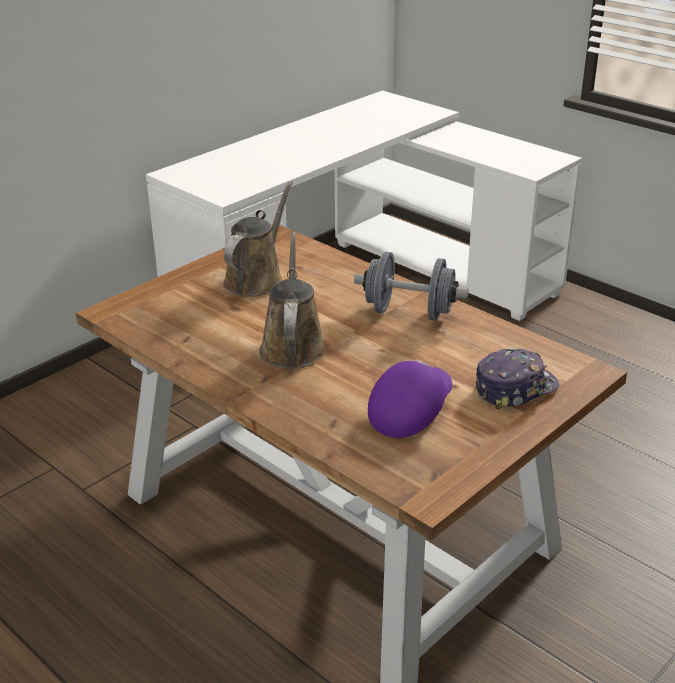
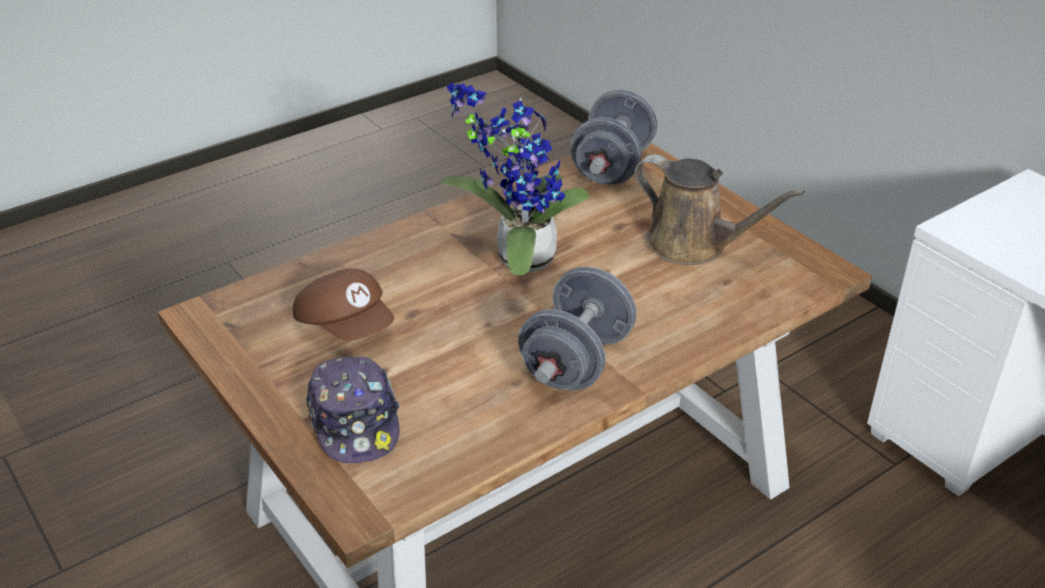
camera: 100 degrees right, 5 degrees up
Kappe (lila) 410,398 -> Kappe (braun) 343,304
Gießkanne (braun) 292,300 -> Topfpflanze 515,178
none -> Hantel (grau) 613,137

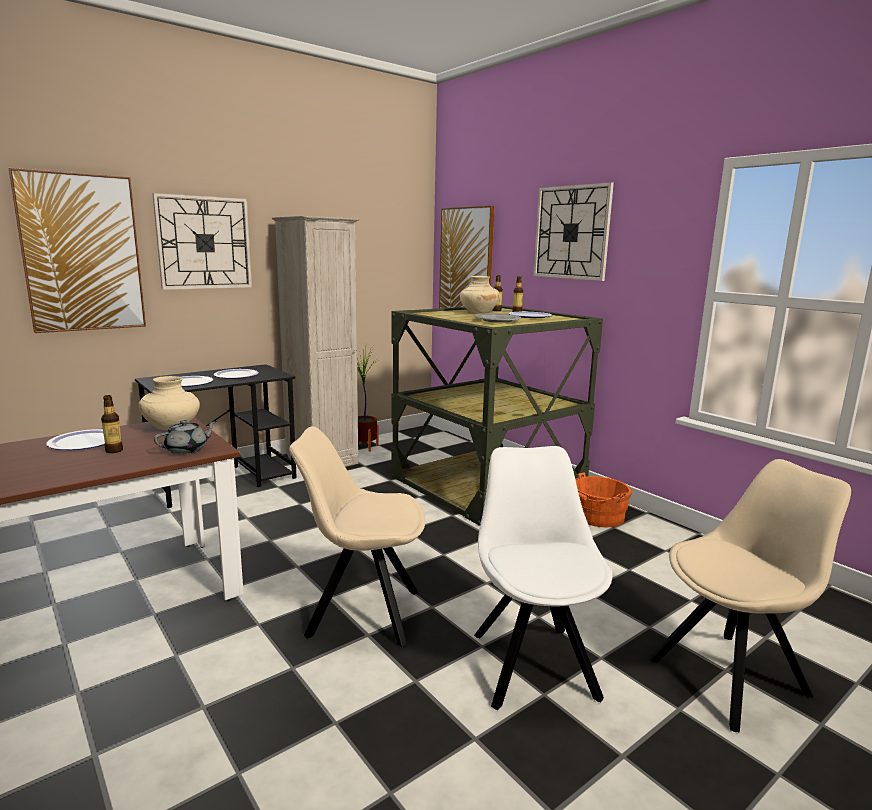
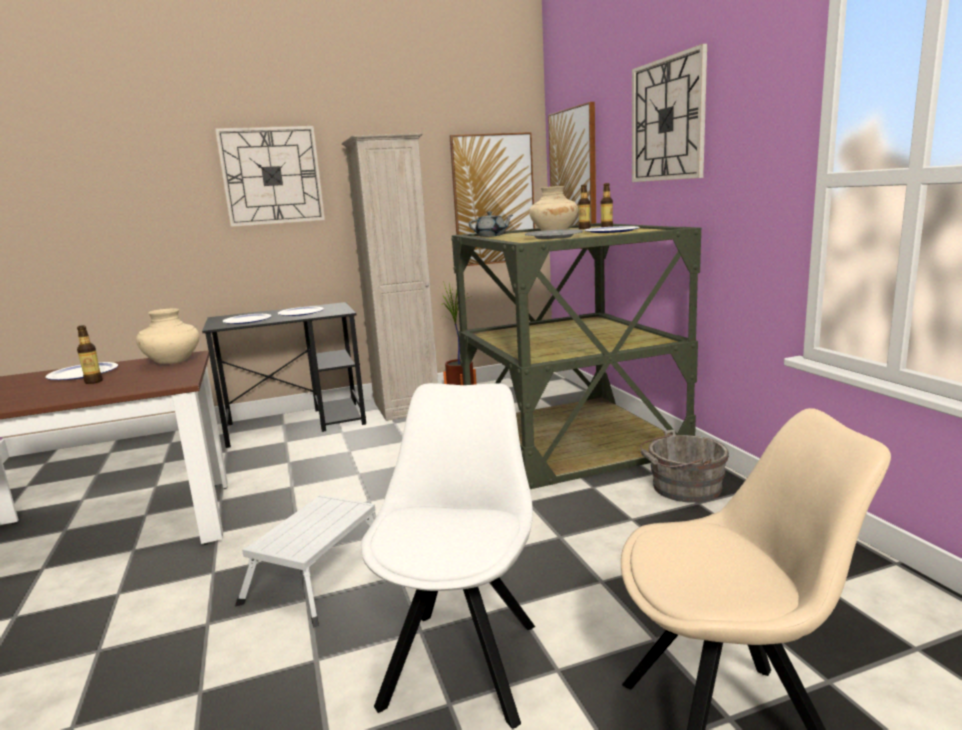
camera: 20 degrees right, 0 degrees up
Stuhl (beige) 357,536 -> Trittleiter (weiß) 305,561
Bild 77,250 -> Bild 492,199, relocated
Teekanne (grau) 185,437 -> Teekanne (grau) 491,224, relocated
Eimer (orange) 603,499 -> Eimer (grau) 684,466

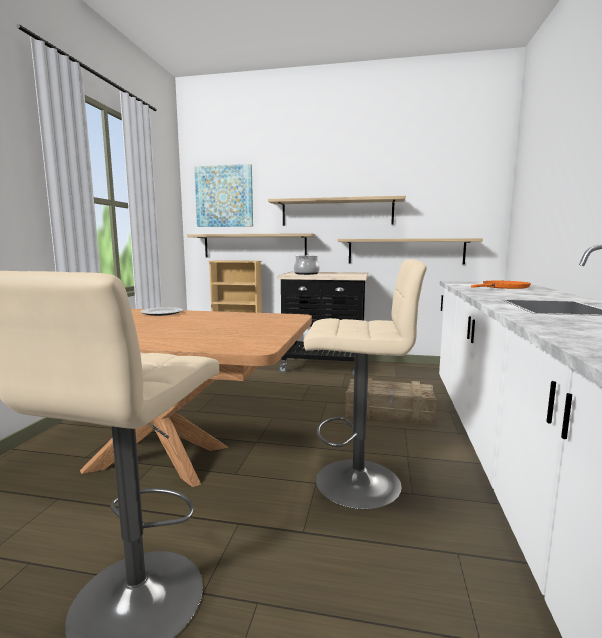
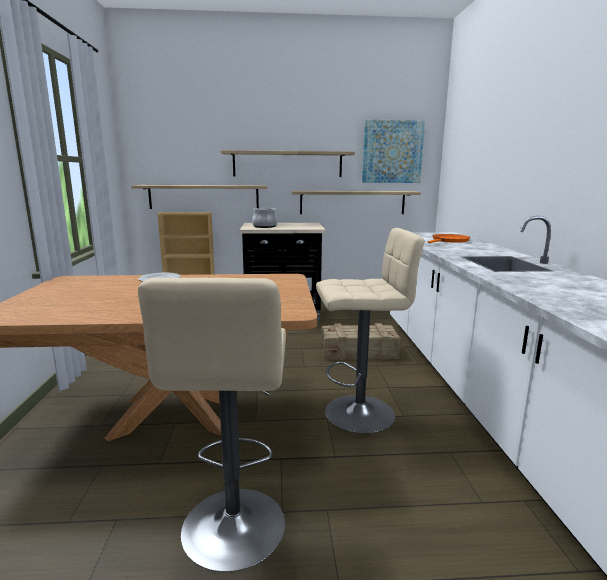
camera: 15 degrees left, 5 degrees up
Bild 223,195 -> Bild 393,151, relocated

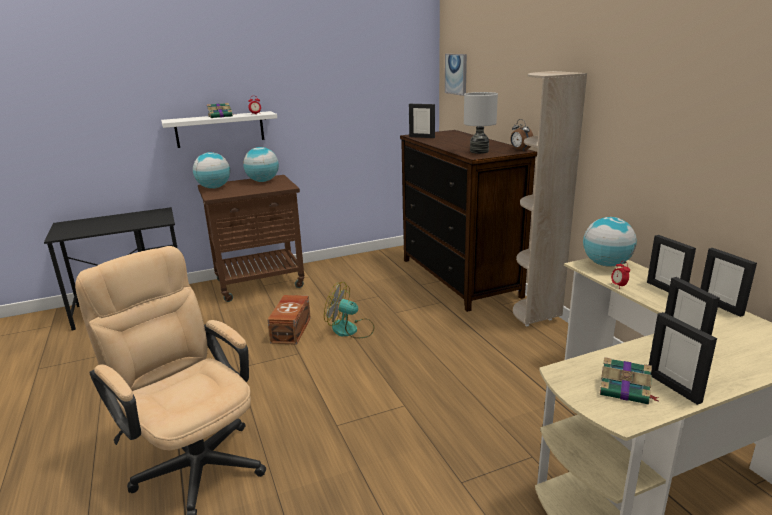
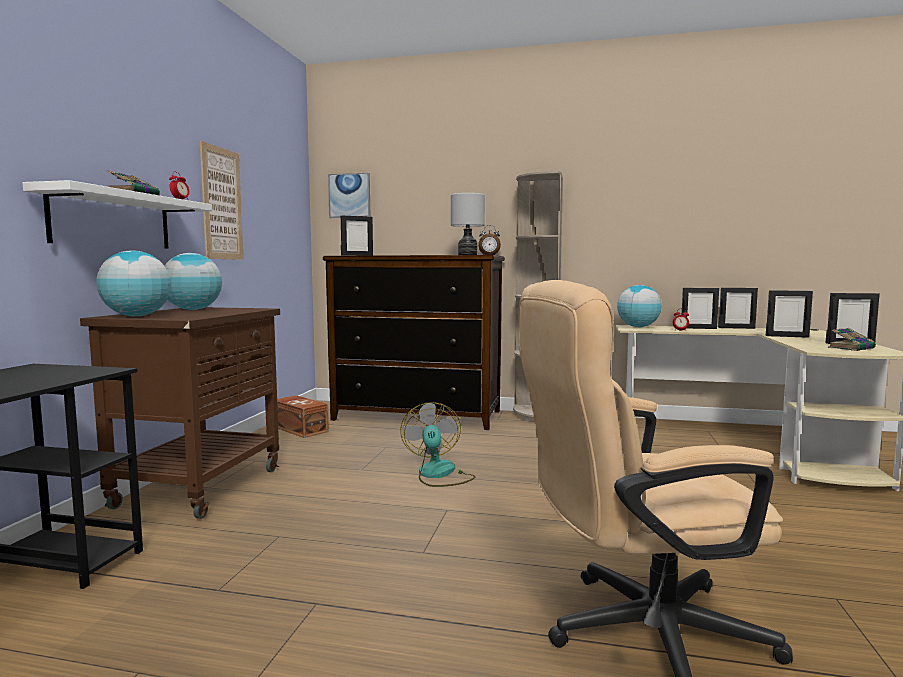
camera: 55 degrees left, 15 degrees down
none -> Bild 222,200
Aufbewahrungsbox (braun) 289,320 -> Aufbewahrungsbox (braun) 303,416, relocated
Ventilator 349,310 -> Ventilator 437,444, 120 degrees clockwise

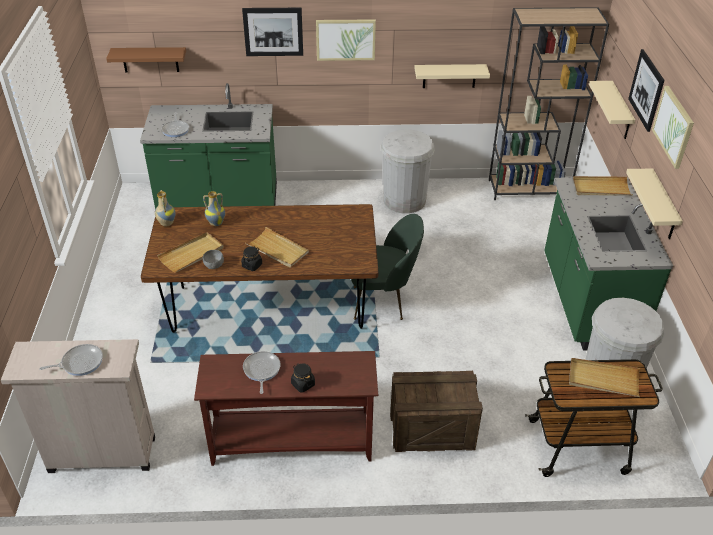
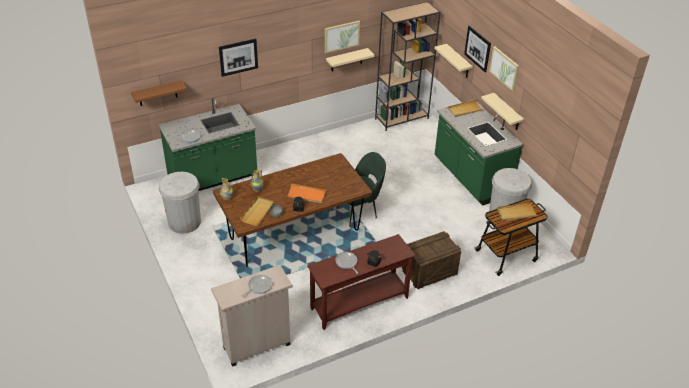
camera: 25 degrees left, 0 degrees up
Mülleimer (weiß) 408,171 -> Mülleimer (weiß) 180,203, relocated
Tablett (beige) 277,247 -> Tablett (orange) 306,193
Bild 346,40 -> Bild 342,37, relocated

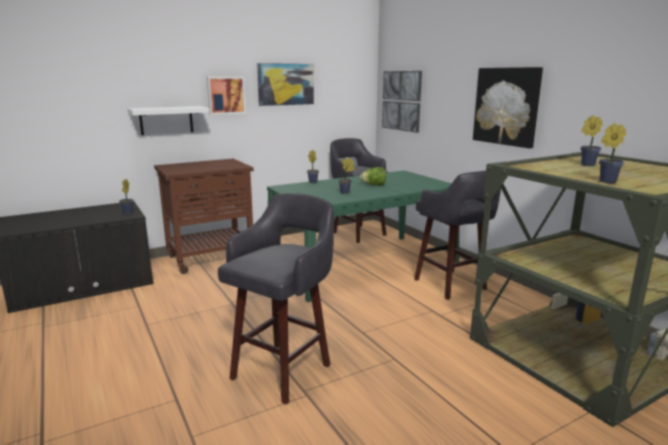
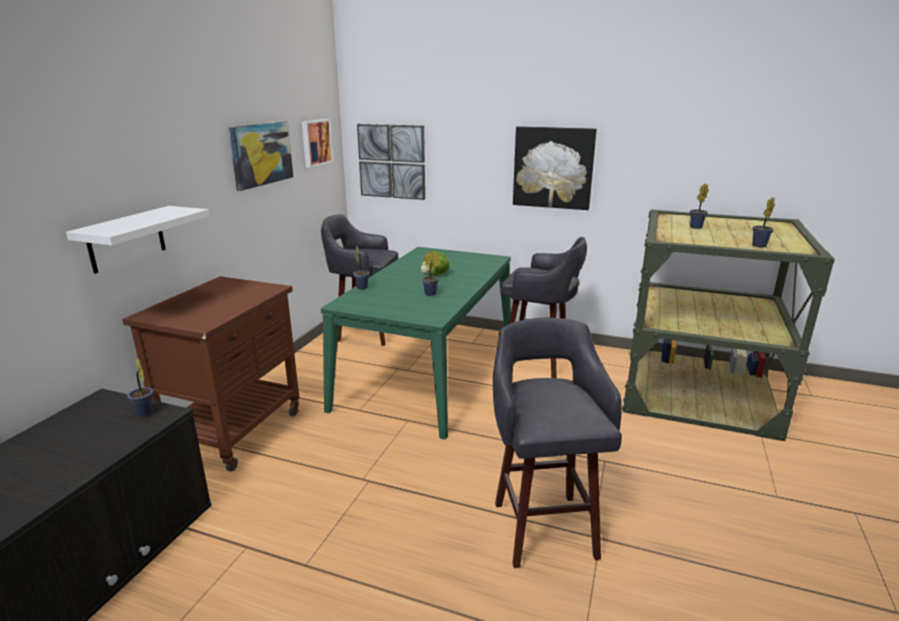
camera: 40 degrees left, 5 degrees up
Bild 226,96 -> Bild 317,143, relocated

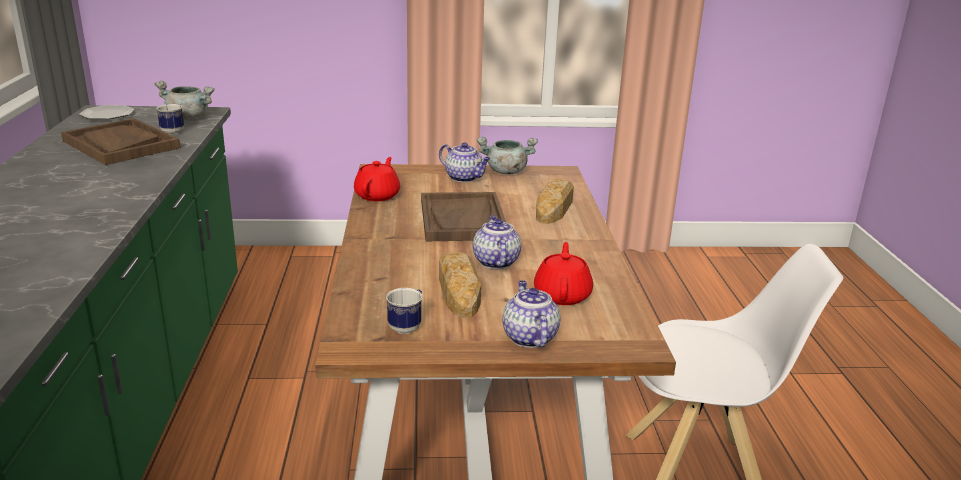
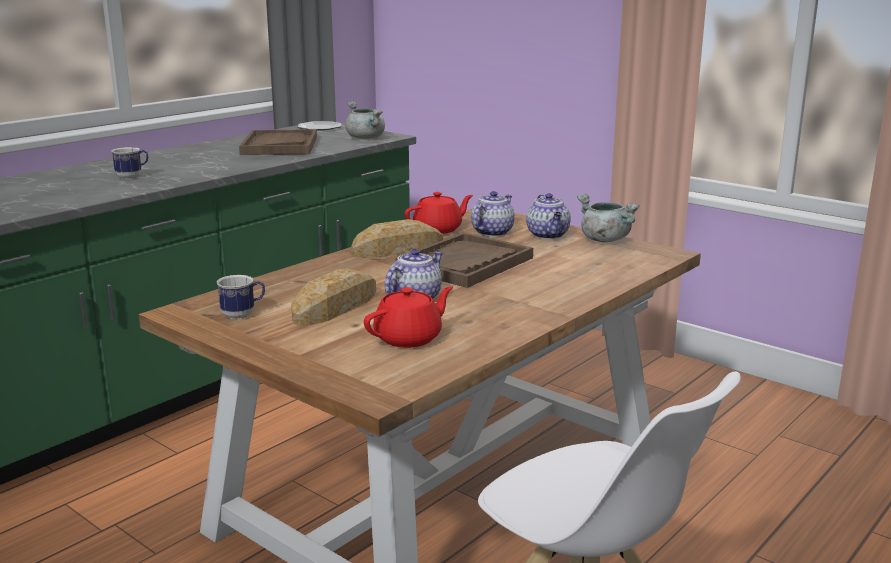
camera: 45 degrees right, 5 degrees down
Henkelbecher 170,119 -> Henkelbecher 130,163, relocated
Brot 555,201 -> Brot 397,238, relocated
Teekanne 531,314 -> Teekanne 493,214, relocated

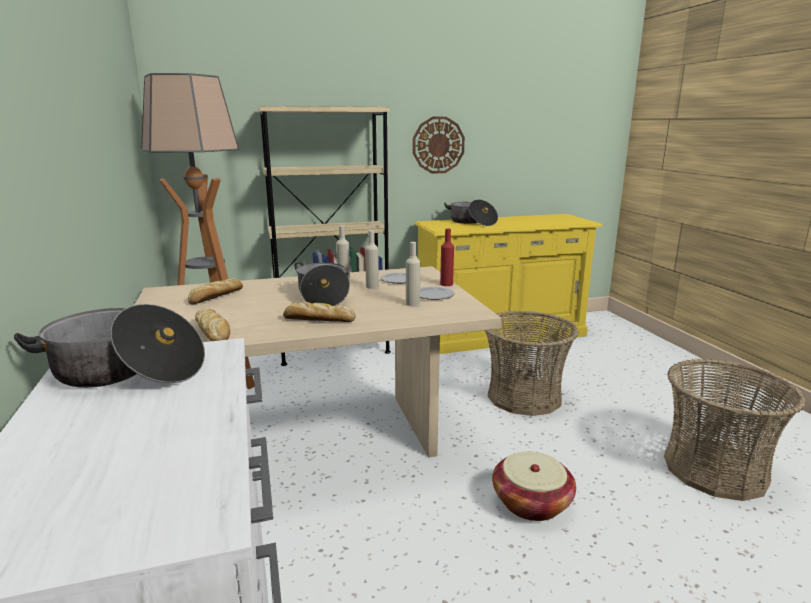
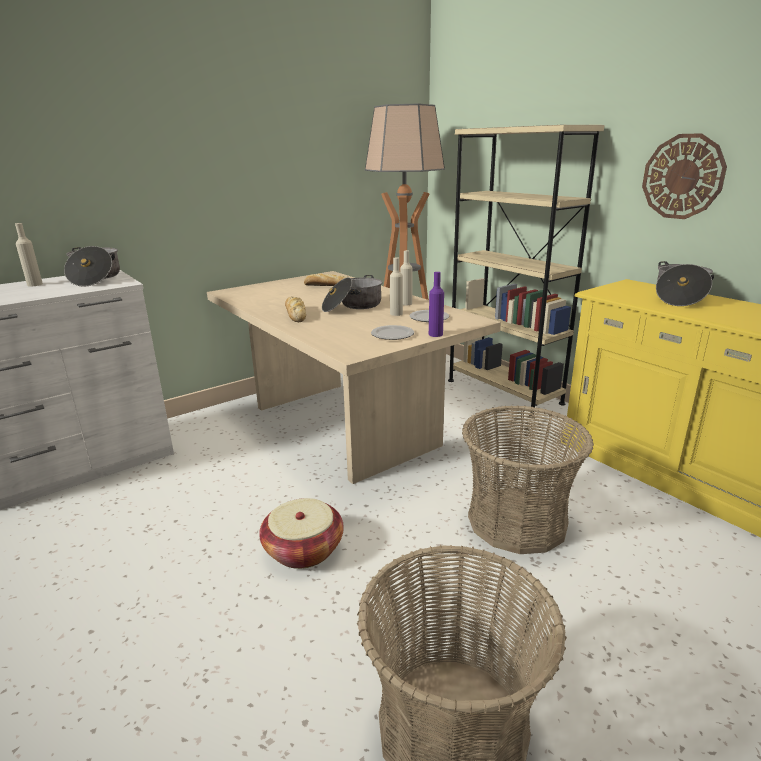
camera: 70 degrees right, 5 degrees up
Flasche (beige) 413,274 -> Flasche (beige) 29,254, relocated
Flasche (rot) 447,257 -> Flasche (lila) 436,304
Brot 212,324 -> none

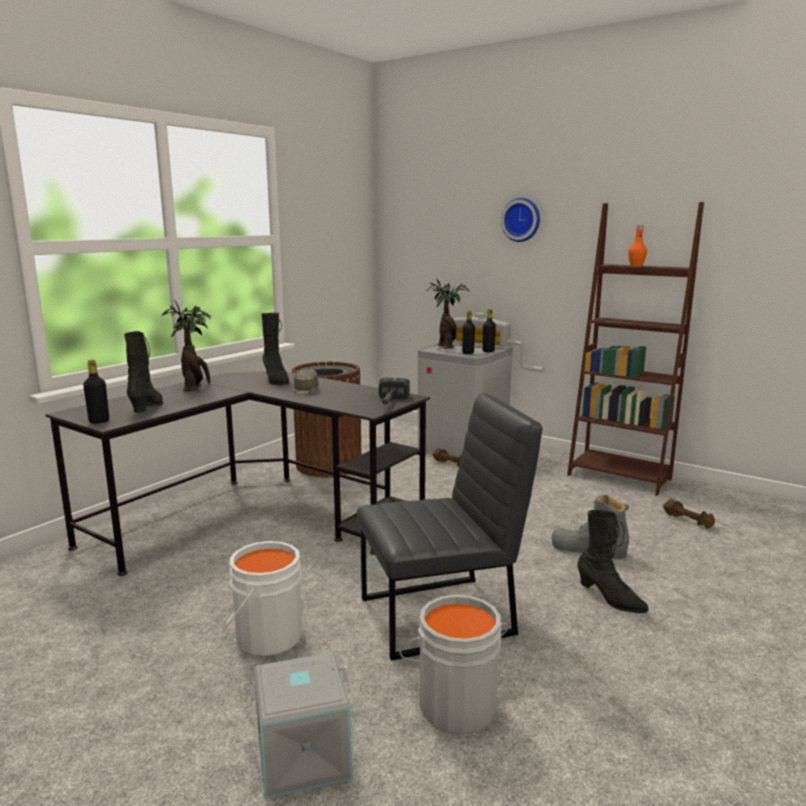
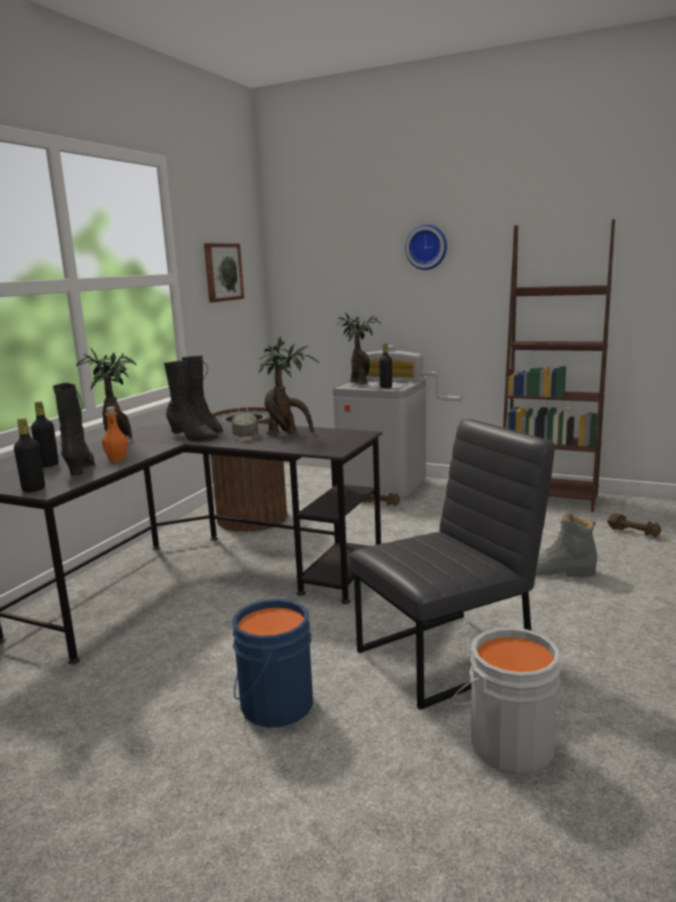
camera: 10 degrees left, 0 degrees up
Flasche (schwarz) 489,330 -> Flasche (schwarz) 45,434, relocated
Flasche (orange) 637,245 -> Flasche (orange) 115,434, relocated
Stiefel (schwarz) 613,561 -> Stiefel (schwarz) 191,401, relocated
none -> Bild 224,272
Eimer (weiß) 264,598 -> Eimer (blau) 272,663
none -> Topfpflanze 289,386
Aufbewahrungsbox (grau) 301,725 -> none
Hammer 394,391 -> none

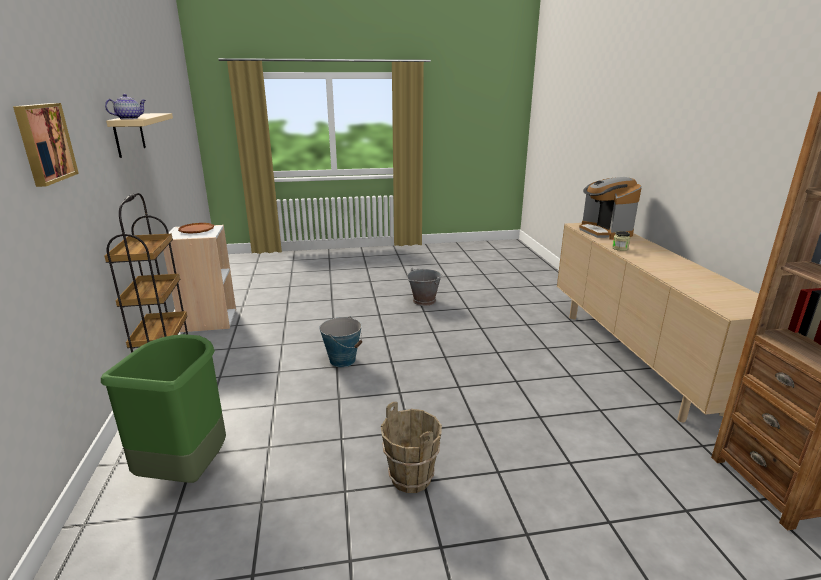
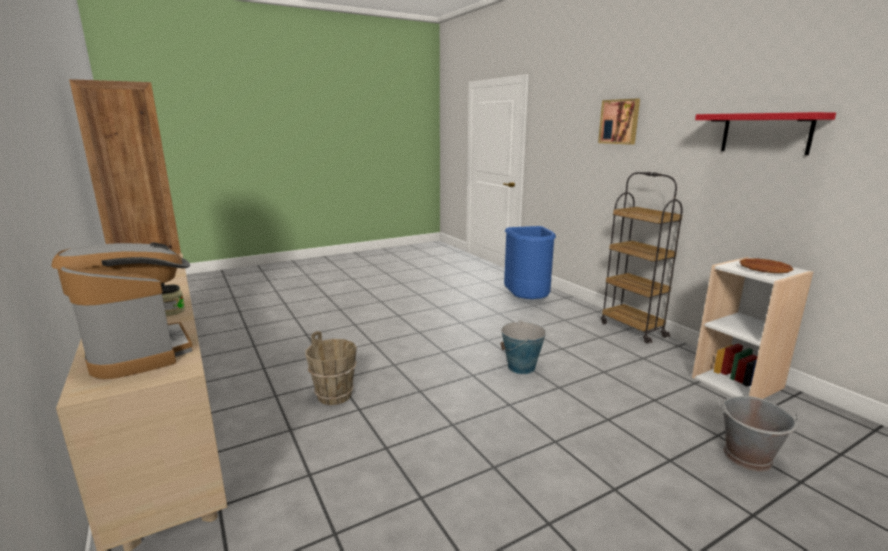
camera: 160 degrees right, 5 degrees down
Eimer (braun) 411,447 -> Eimer (braun) 331,368, relocated
Mülleimer (grün) 163,408 -> Mülleimer (blau) 530,262
Wandregal (beige) 139,135 -> Wandregal (rot) 765,133
Eimer (grau) 425,287 -> Eimer (grau) 760,434, relocated
Teekanne 125,106 -> none

